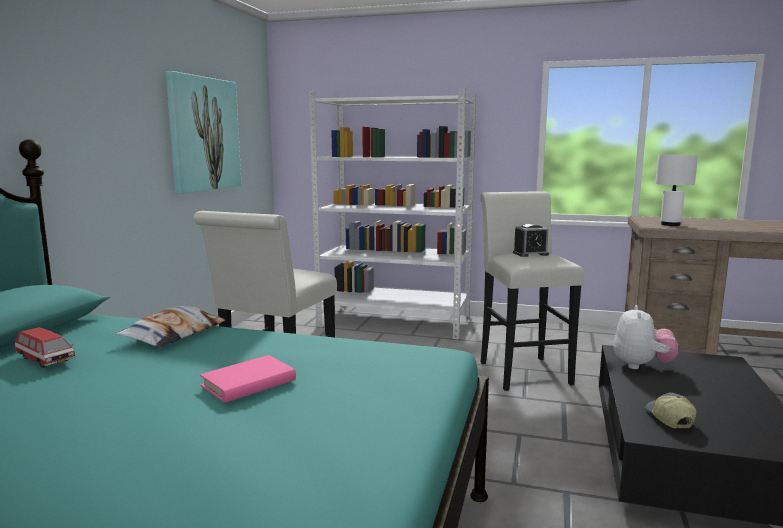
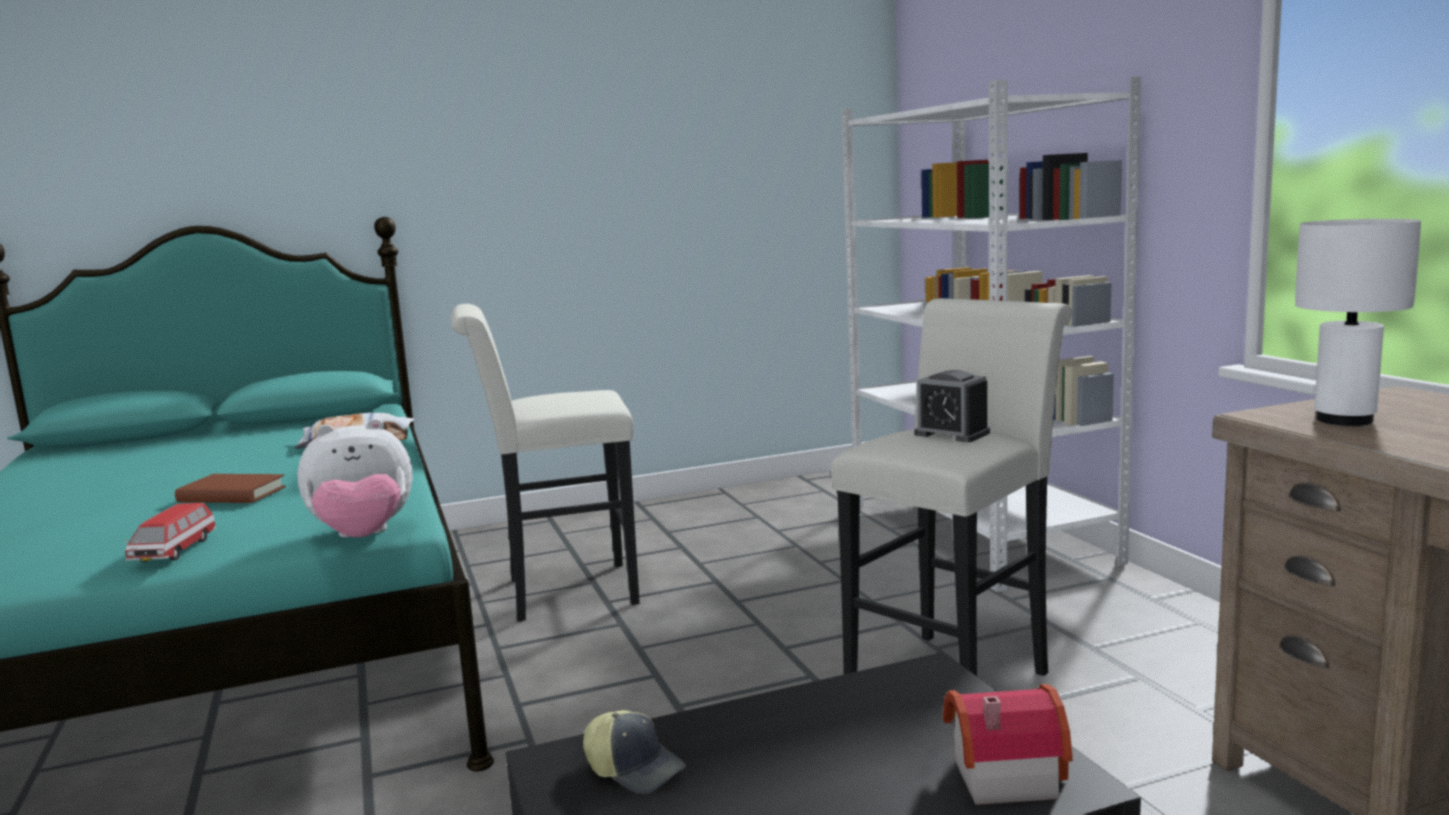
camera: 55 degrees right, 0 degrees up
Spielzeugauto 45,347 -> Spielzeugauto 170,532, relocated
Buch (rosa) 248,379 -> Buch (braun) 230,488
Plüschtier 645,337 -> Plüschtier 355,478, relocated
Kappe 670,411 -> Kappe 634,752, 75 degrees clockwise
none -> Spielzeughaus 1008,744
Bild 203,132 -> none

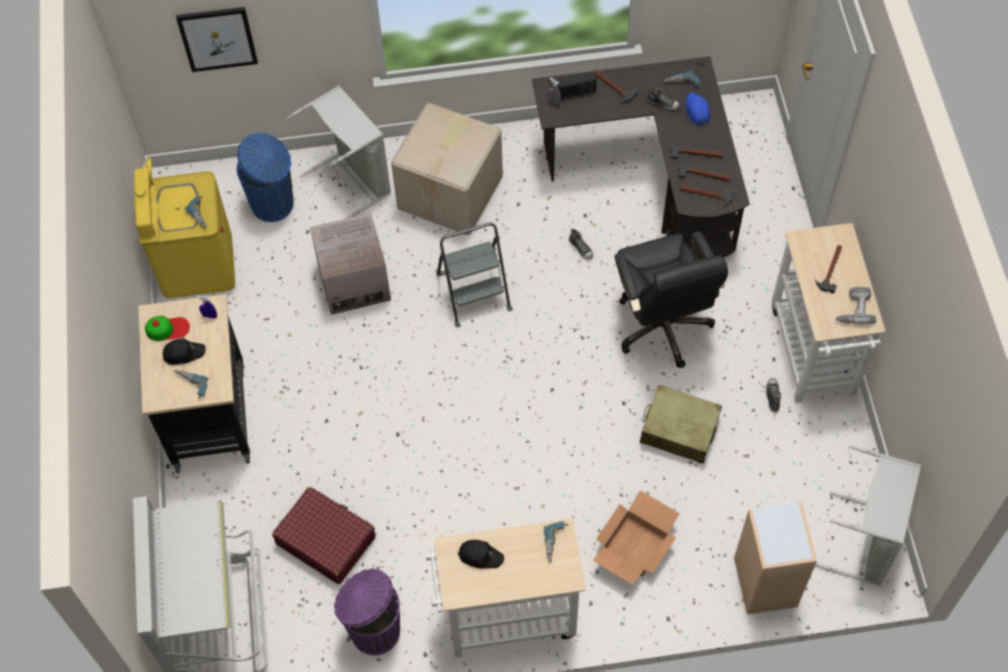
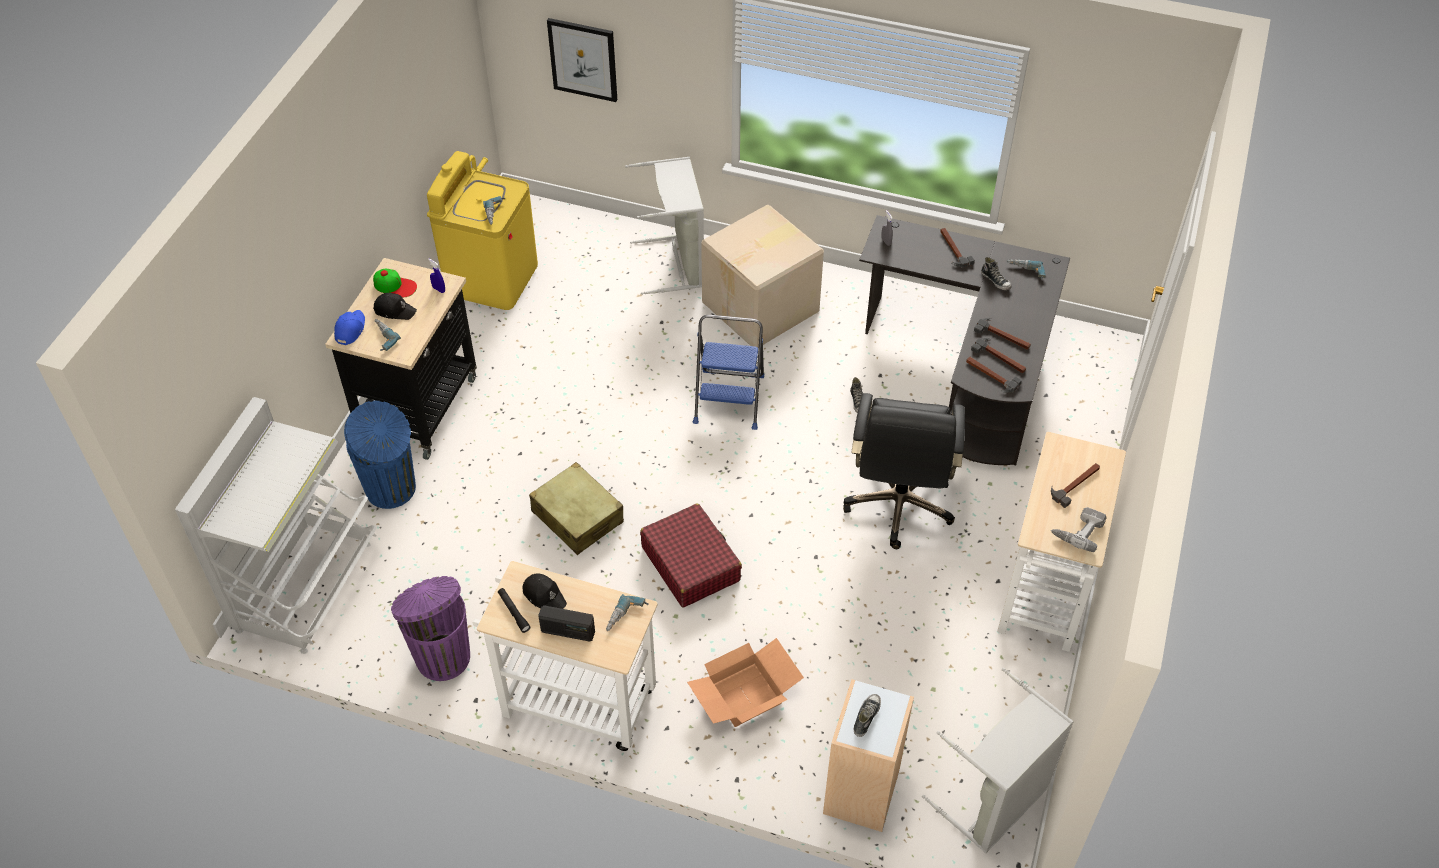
camera: 25 degrees right, 10 degrees down
Kappe (blau) 698,108 -> Kappe (blau) 349,327, relocated
Mülleimer (blau) 265,177 -> Mülleimer (blau) 380,455, relocated
none -> Taschenlampe (schwarz) 514,610
Koffer (beige) 681,424 -> Koffer (beige) 576,508, relocated
Radio 577,85 -> Radio 566,623, relocated
Koffer (rot) 323,535 -> Koffer (rot) 691,555, relocated
Trittleiter (grau) 474,275 -> Trittleiter (blau) 728,372
Schuh 773,395 -> Schuh 867,715, relocated
Karton 350,264 -> none

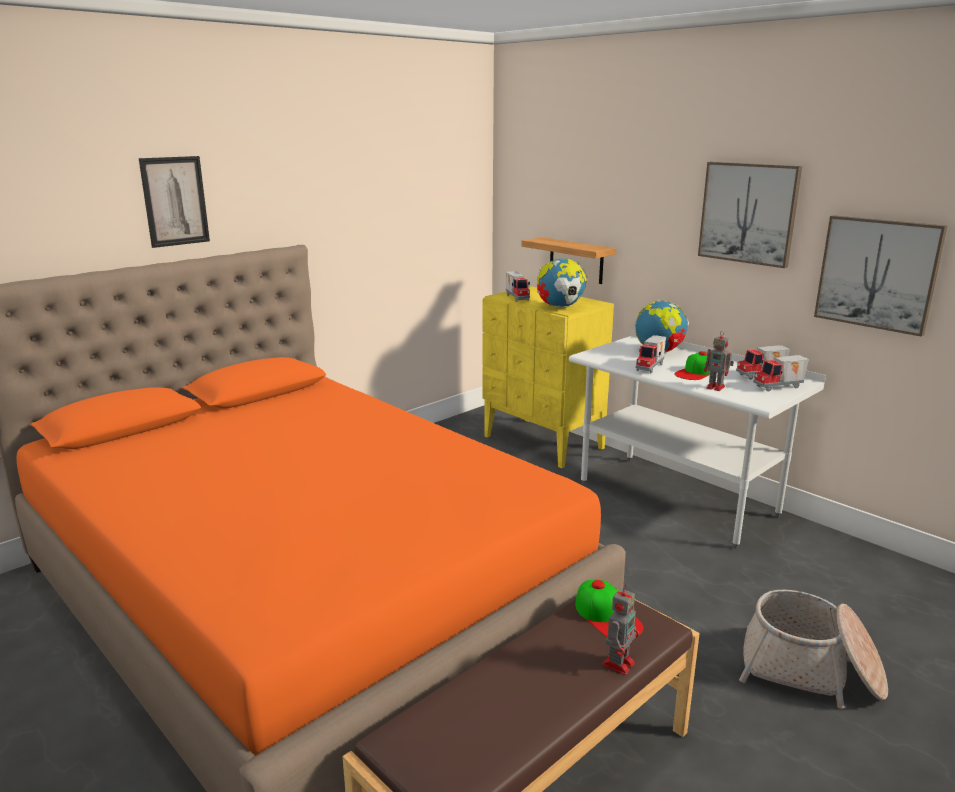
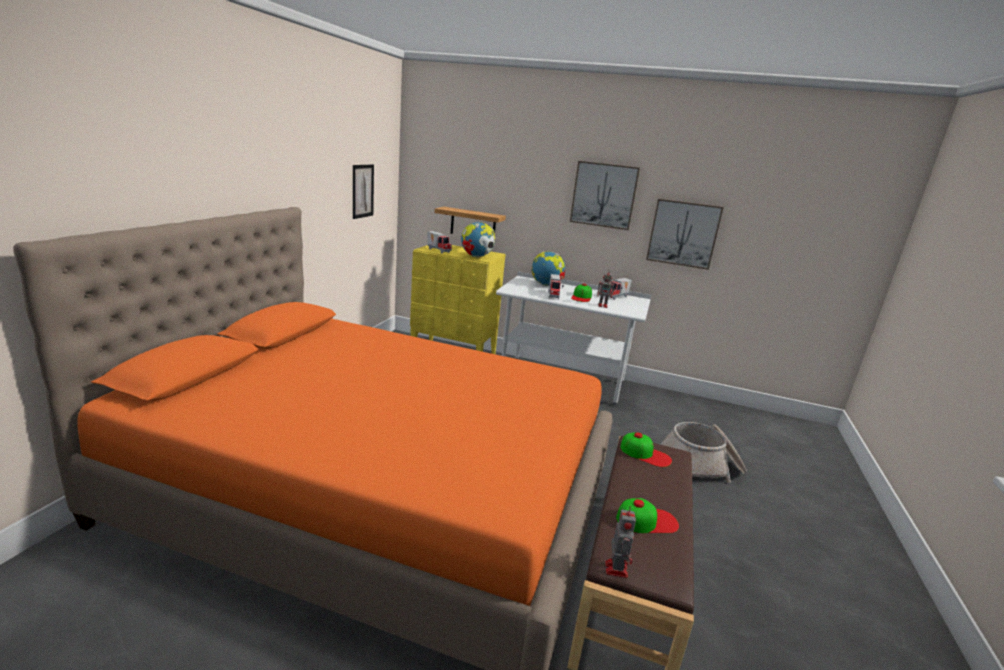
camera: 30 degrees left, 0 degrees up
Bild 174,202 -> Bild 363,192, relocated
Spielzeugroboter 620,629 -> Spielzeugroboter 620,542, relocated
none -> Kappe 647,515
Spielzeuglaster 781,373 -> none

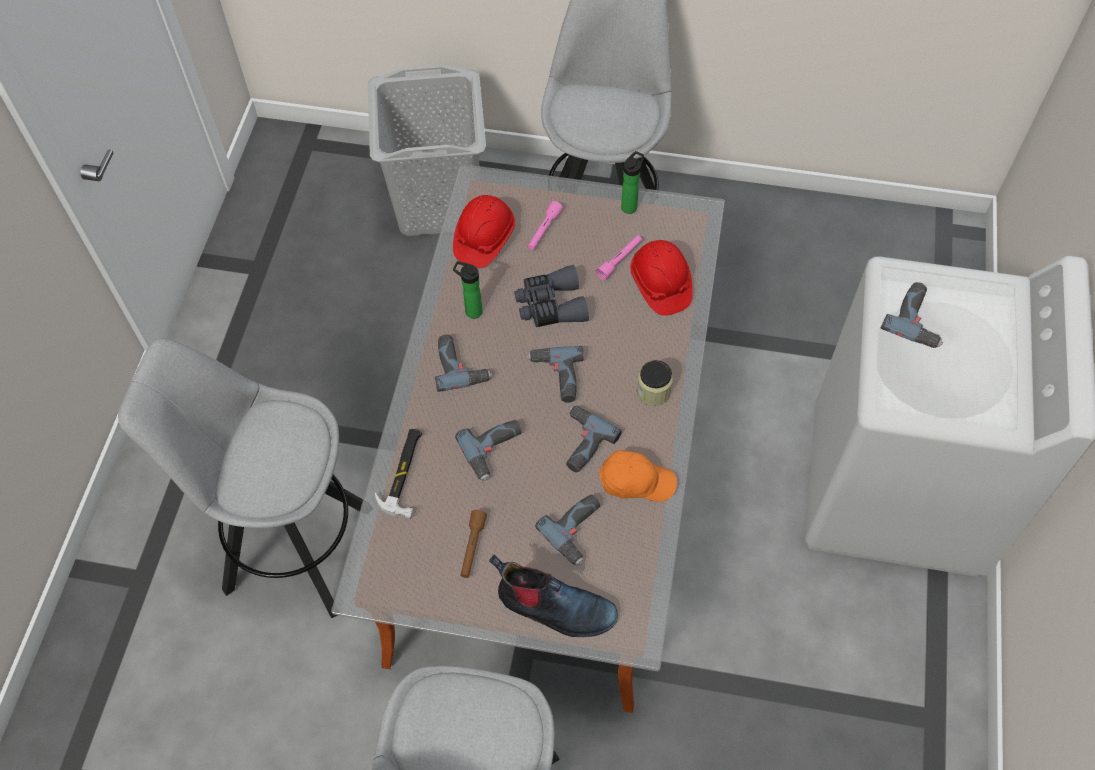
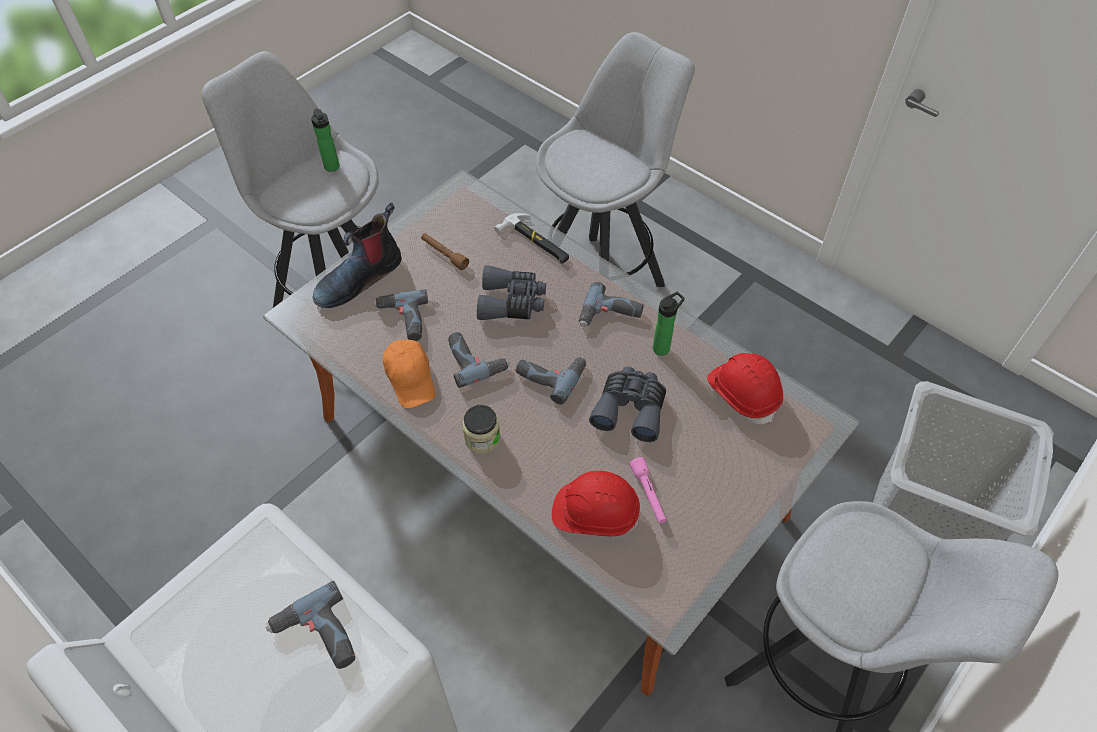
camera: 120 degrees right, 5 degrees down
Flasche 632,182 -> Flasche 325,140, relocated
Kappe (orange) 638,476 -> Kappe (orange) 409,374, 60 degrees counterclockwise
Bohrmaschine 488,450 -> Fernglas (grau) 511,292
Taschenlampe (rosa) 545,225 -> none

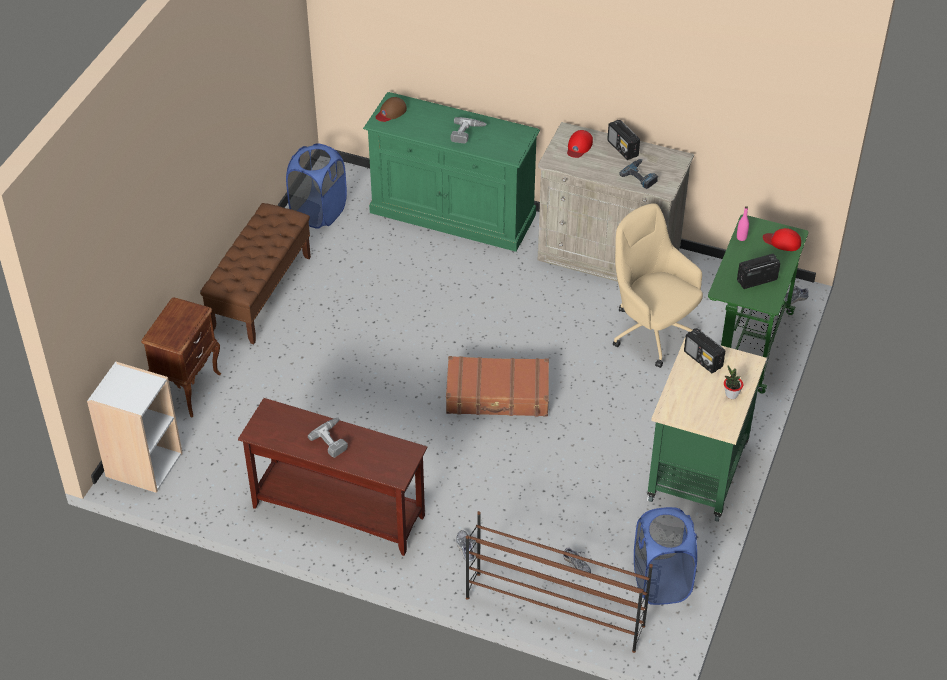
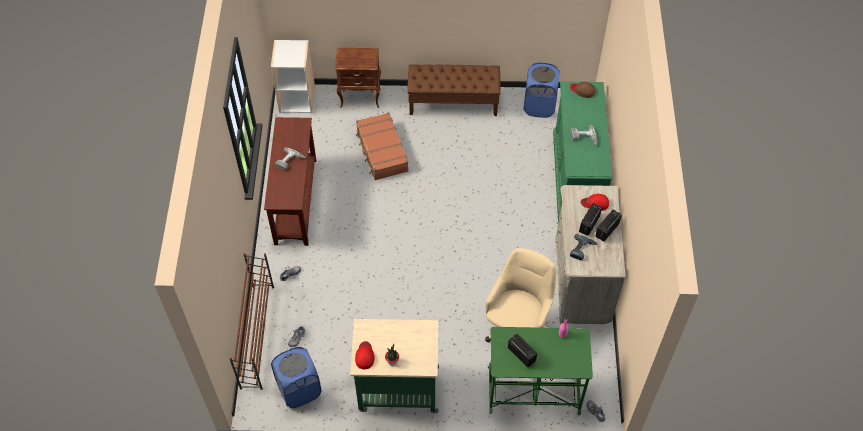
camera: 70 degrees right, 10 degrees up
Kappe (rot) 782,239 -> Kappe (rot) 364,355, relocated
Koffer (braun) 497,386 -> Koffer (braun) 382,146, relocated
Radio 704,350 -> Radio 590,219, relocated

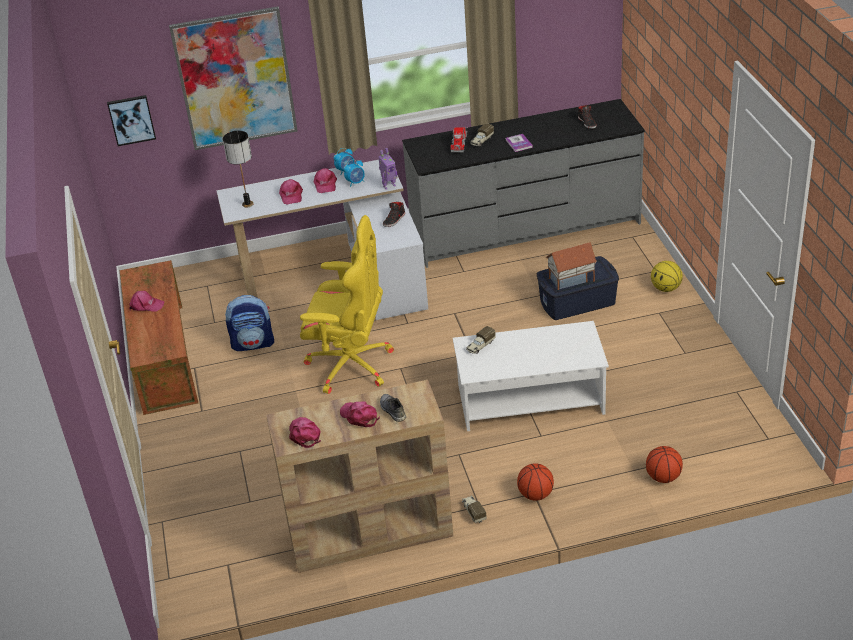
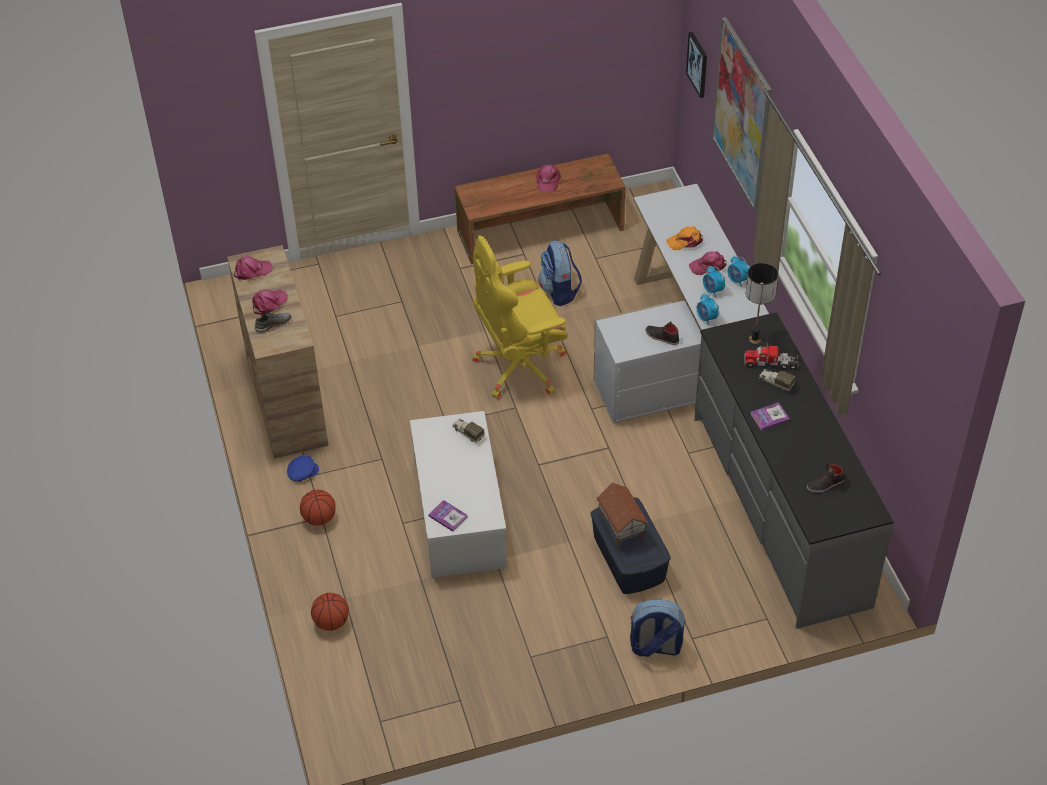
camera: 85 degrees right, 10 degrees up
Spielzeuglaster 474,509 -> Kappe (blau) 303,468
none -> Buch 448,516
Bürostuhl (gelb) 347,304 -> Bürostuhl (gelb) 520,317, 60 degrees clockwise
Basketball 667,276 -> Rucksack 657,628
Kappe (rosa) 291,191 -> Kappe (orange) 684,238
Spielzeugroboter 387,168 -> Wecker 708,309
Tischlampe 238,169 -> Tischlampe 762,303, relocated

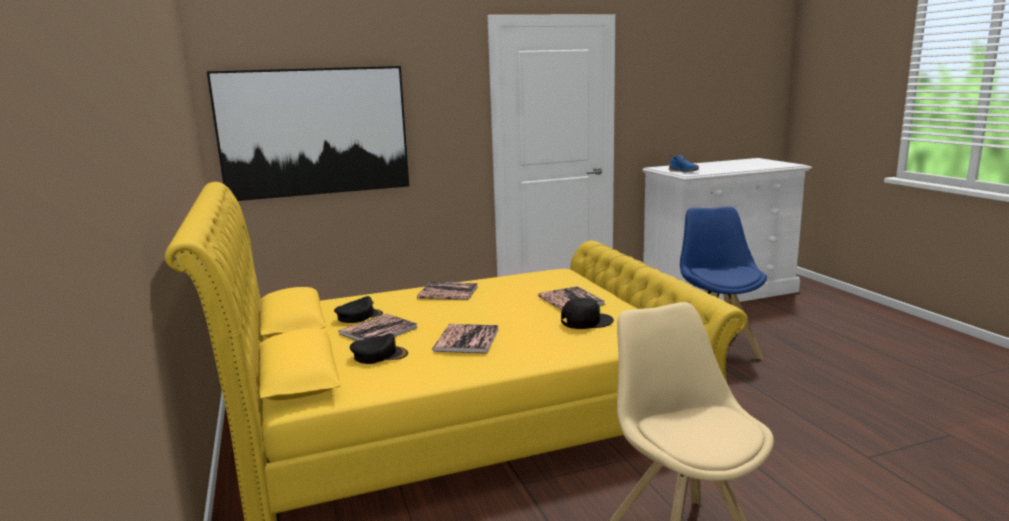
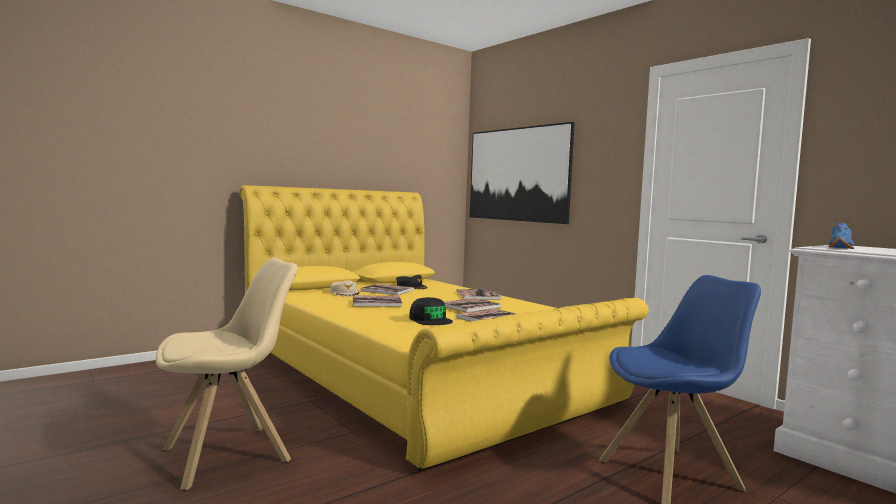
camera: 70 degrees right, 10 degrees down
Kappe (schwarz) 379,348 -> Kappe (beige) 344,288
none -> Buch 473,305

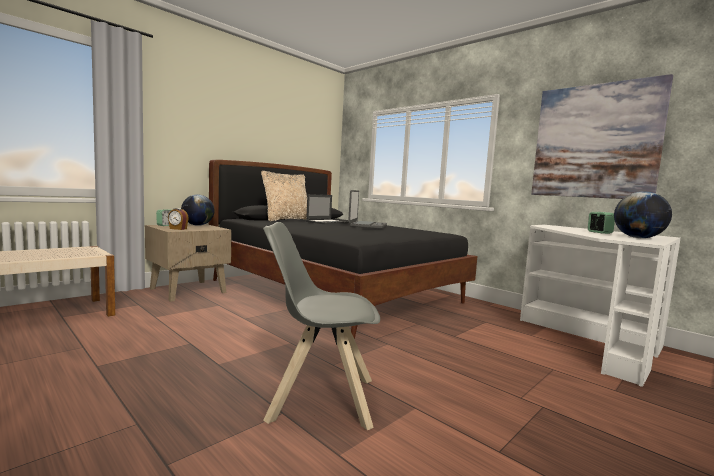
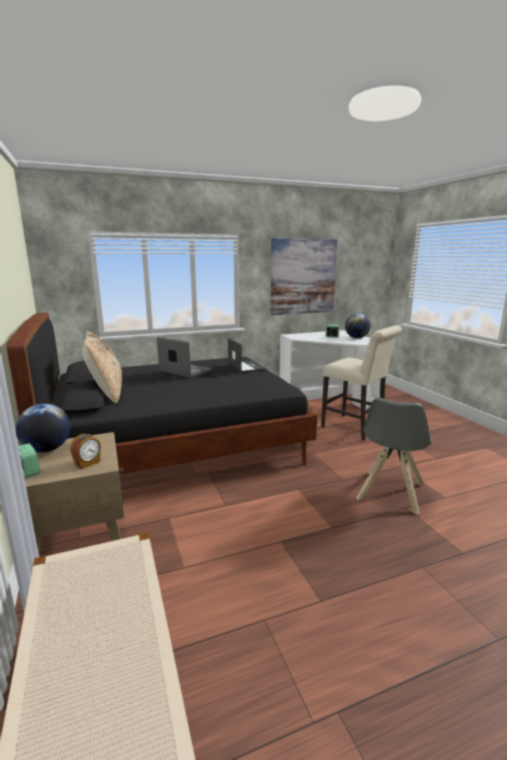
camera: 65 degrees left, 10 degrees up
Laptop 327,209 -> Laptop 247,355, relocated
none -> Hocker (beige) 361,383

